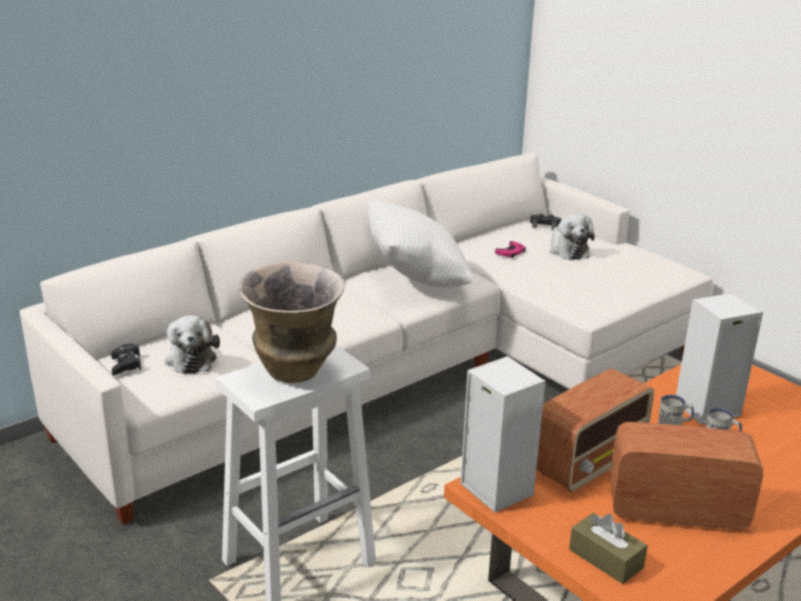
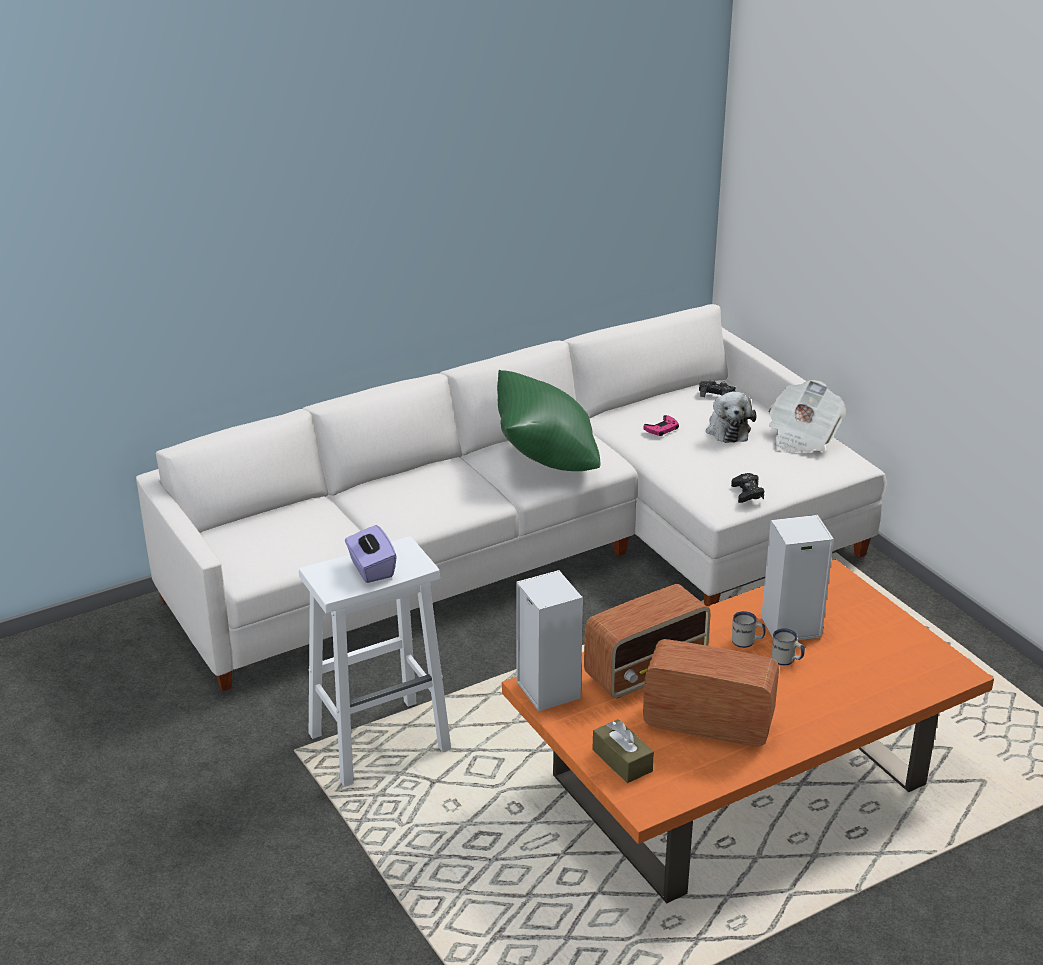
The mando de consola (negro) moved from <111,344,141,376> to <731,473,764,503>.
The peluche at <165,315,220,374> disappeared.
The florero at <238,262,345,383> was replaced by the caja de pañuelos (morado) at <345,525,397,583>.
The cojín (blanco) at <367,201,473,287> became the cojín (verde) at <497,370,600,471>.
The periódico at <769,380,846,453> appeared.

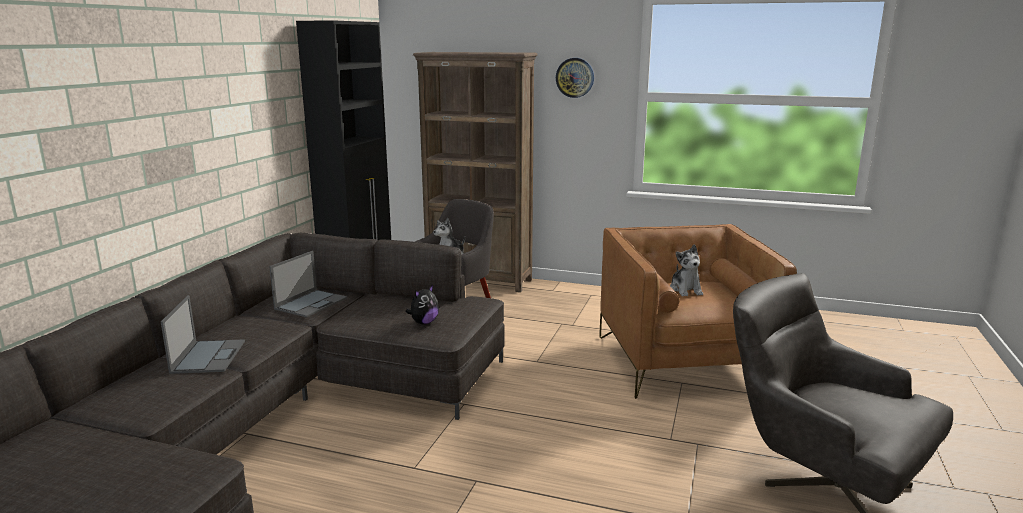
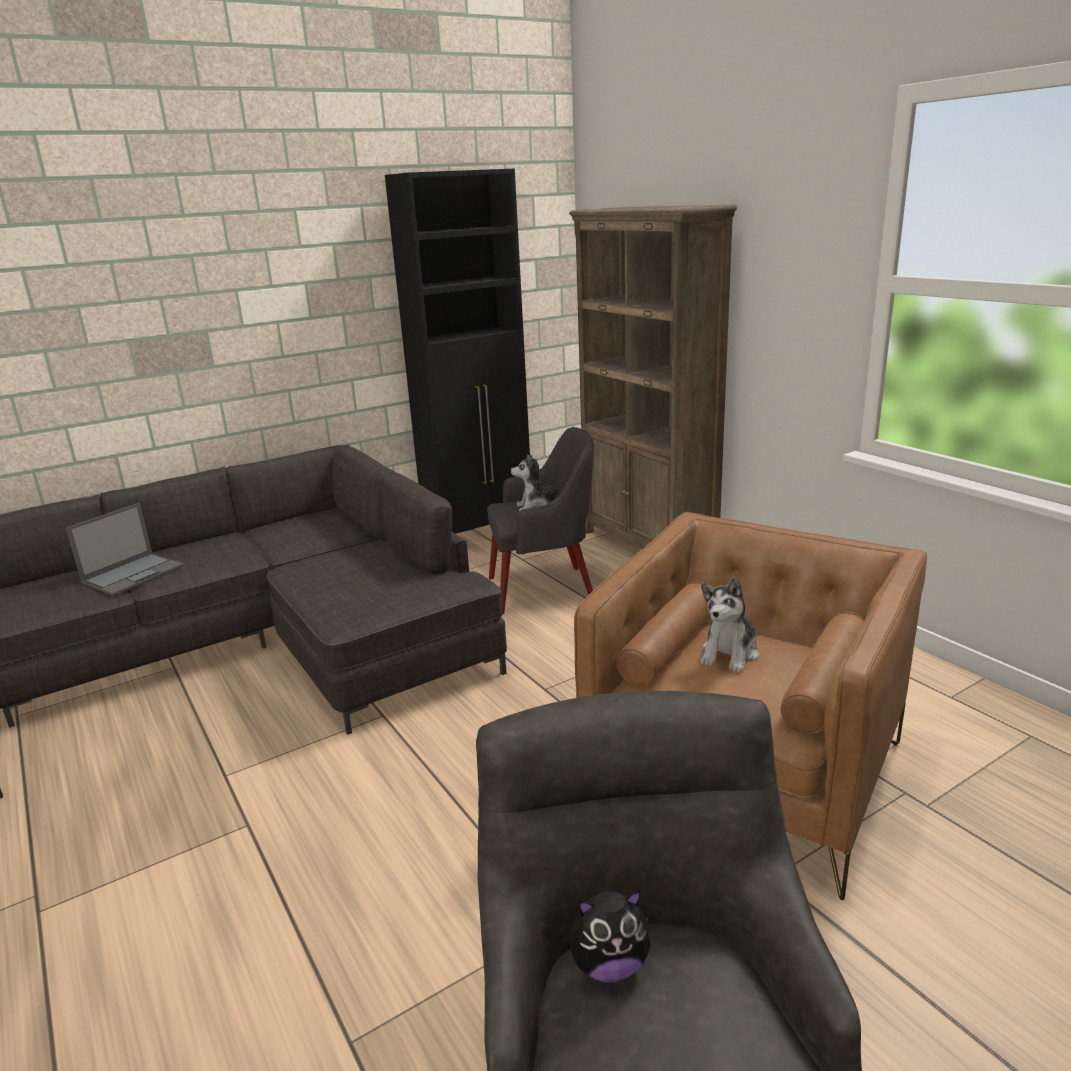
The portátil at <269,251,347,317> disappeared.
The peluche moved from <405,285,439,325> to <570,890,650,983>.
The reloj de pared at <556,58,594,98> disappeared.

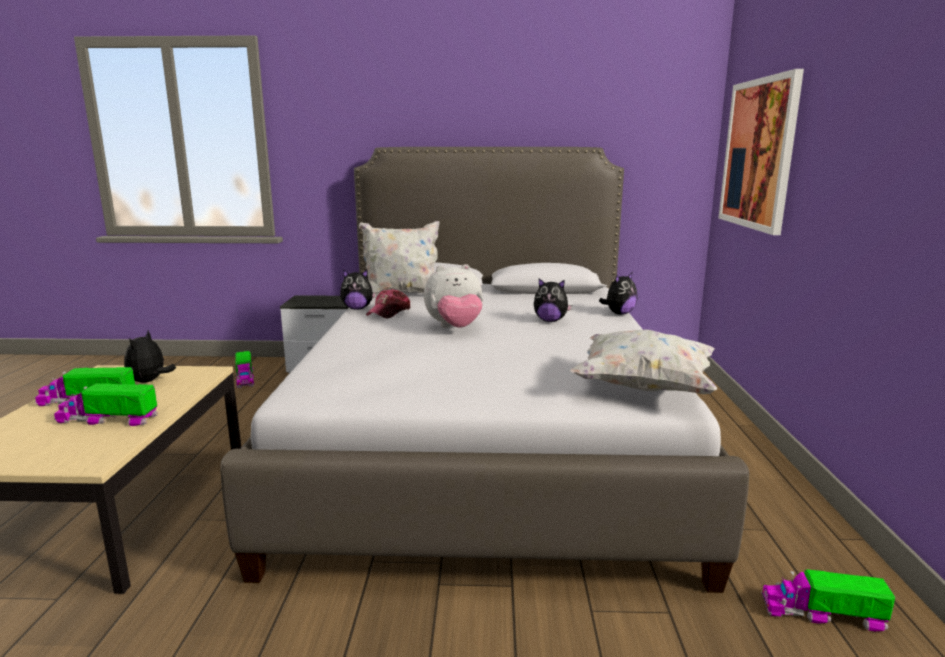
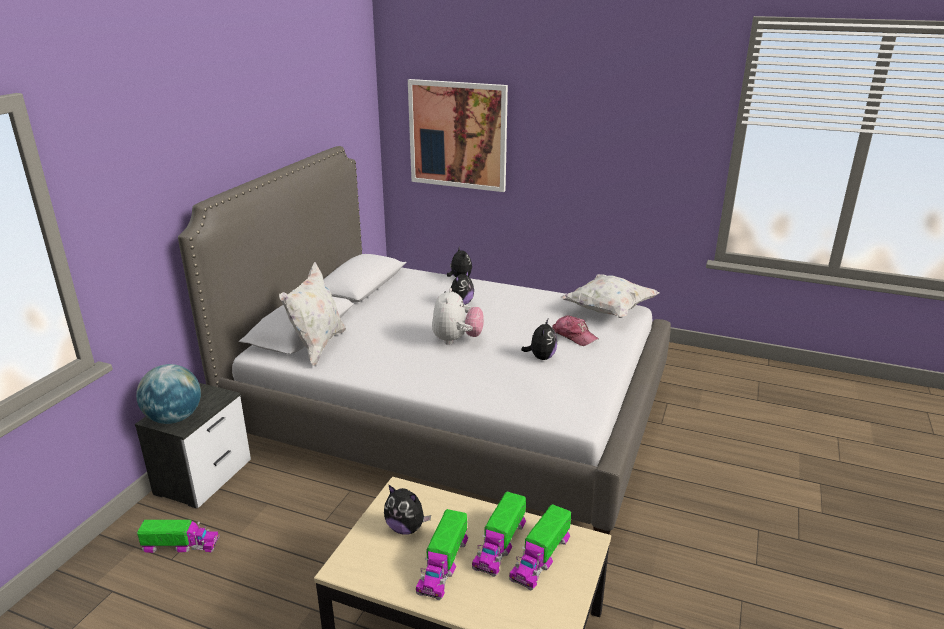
The peluche moved from <340,270,376,309> to <521,319,557,360>.
The gorra moved from <366,289,411,319> to <552,315,599,346>.
The camión de juguete moved from <761,569,895,631> to <509,504,571,590>.
The globo terráqueo at <136,364,201,424> appeared.

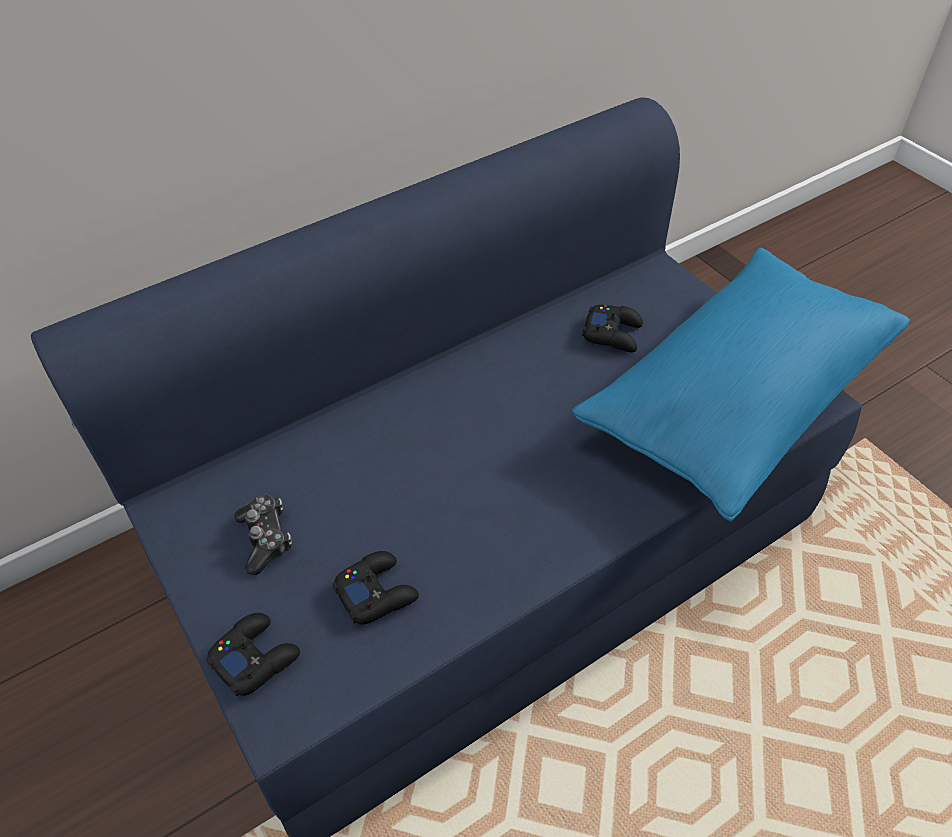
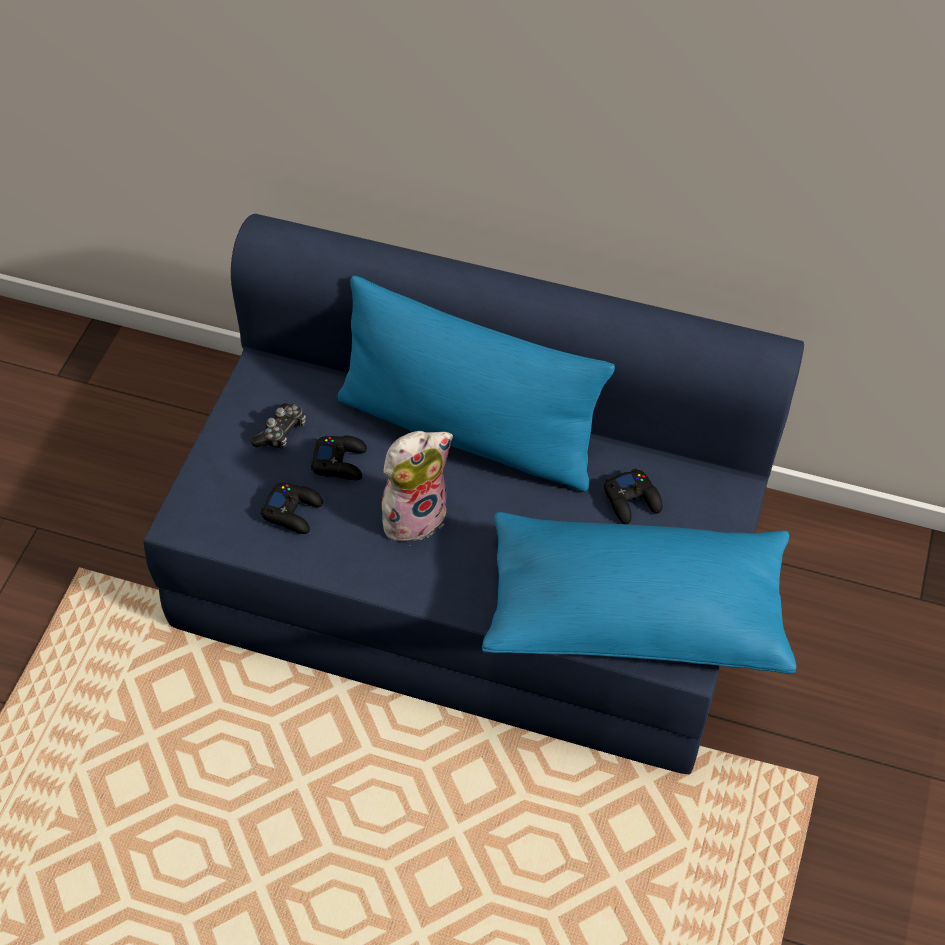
The mando de consola (negro) moved from <206,613,300,696> to <311,436,367,480>.
The cojín (azul) at <338,276,615,492> appeared.
The peluche at <381,431,453,546> appeared.

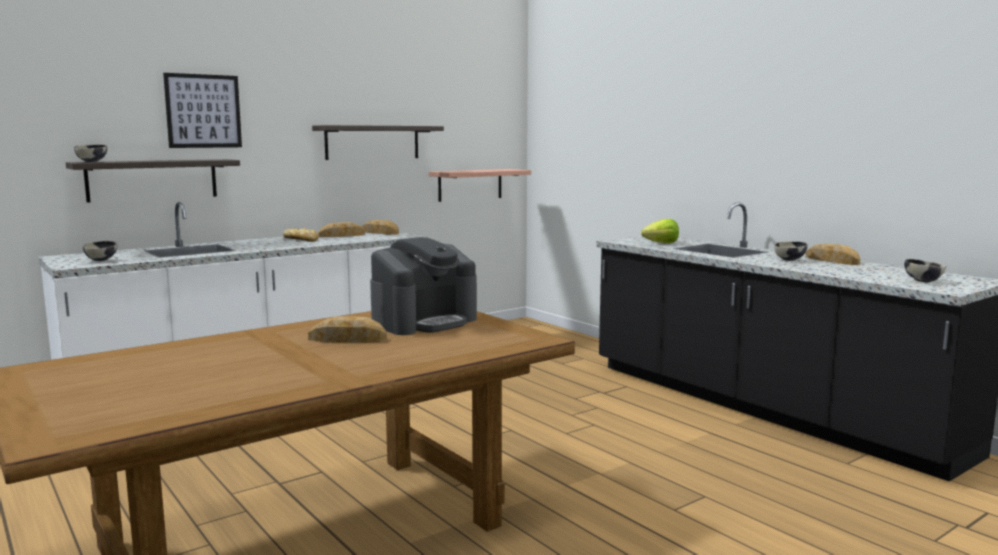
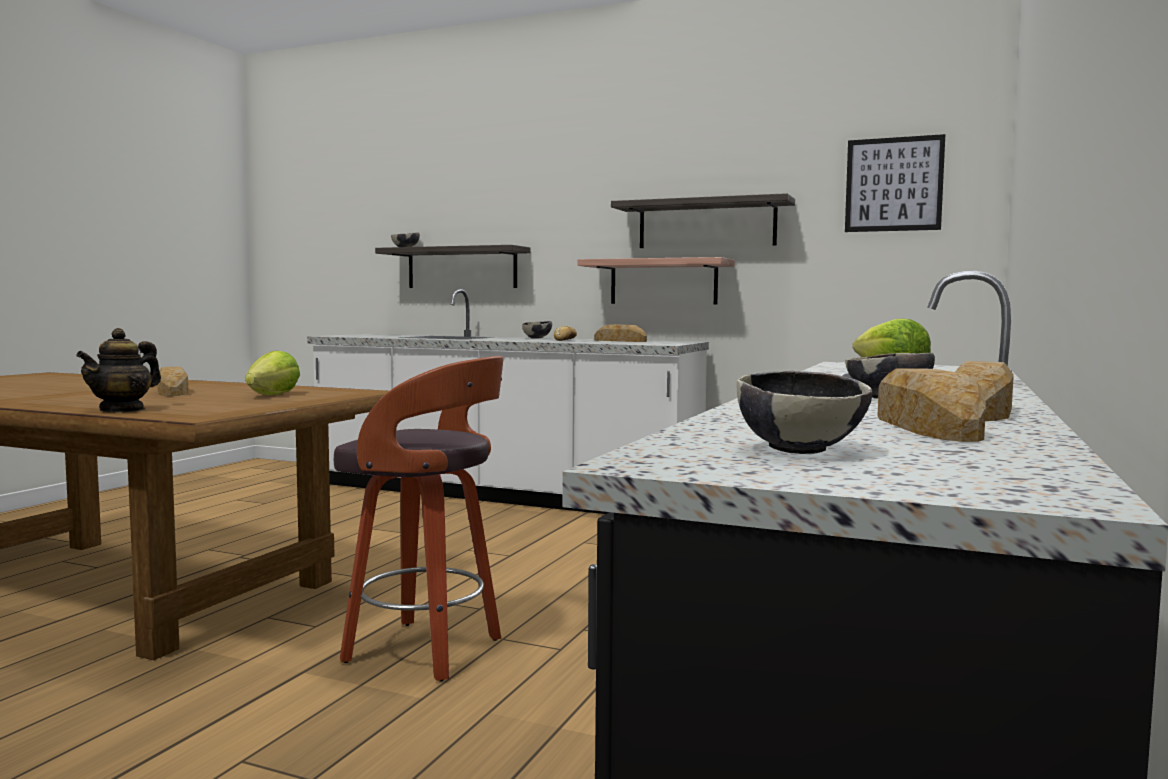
The cuenco moved from <83,241,117,261> to <522,321,552,339>.
The cuadro moved from <163,73,242,148> to <845,134,945,232>.
The pan moved from <362,220,399,235> to <878,368,986,442>.
The cafetera at <370,237,477,335> was replaced by the lechuga at <245,351,300,395>.
The estante moved from <429,169,531,202> to <578,257,735,304>.
The tetera at <76,328,161,413> appeared.
The taburete at <334,356,504,682> appeared.

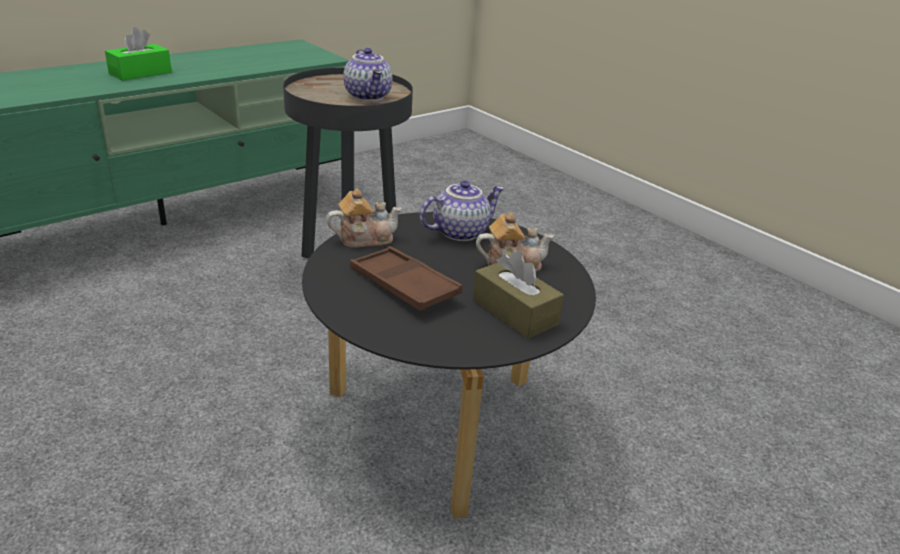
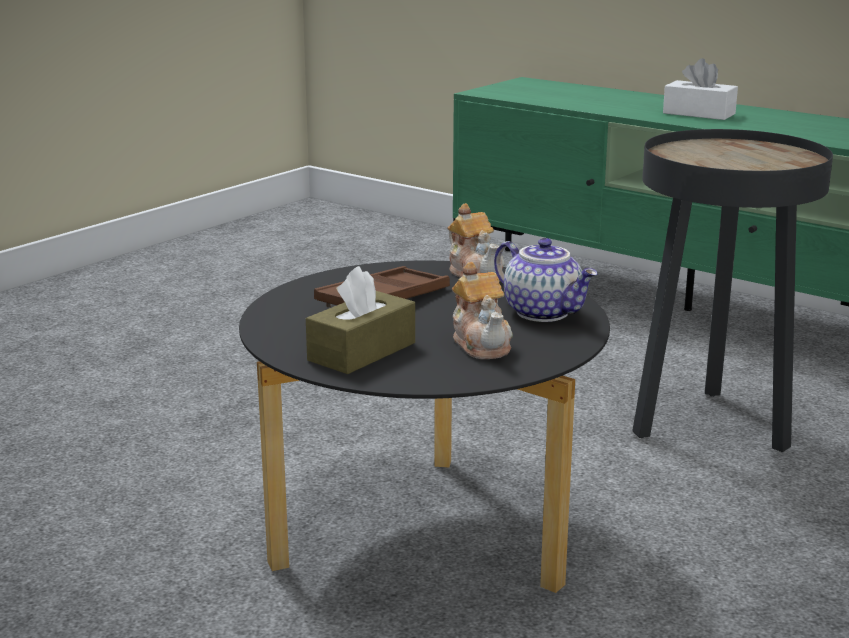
The caja de pañuelos (verde) at <105,27,172,81> became the caja de pañuelos (blanco) at <663,58,738,120>.
The tetera at <343,48,392,101> disappeared.

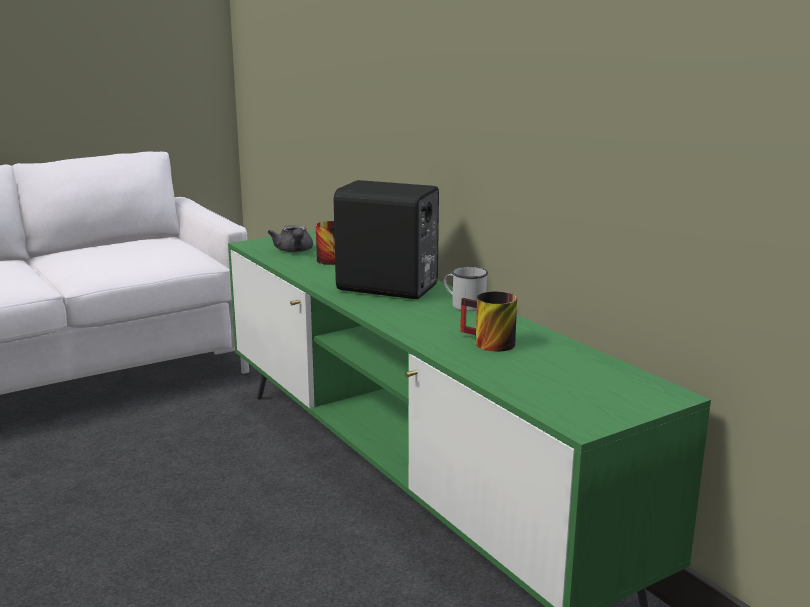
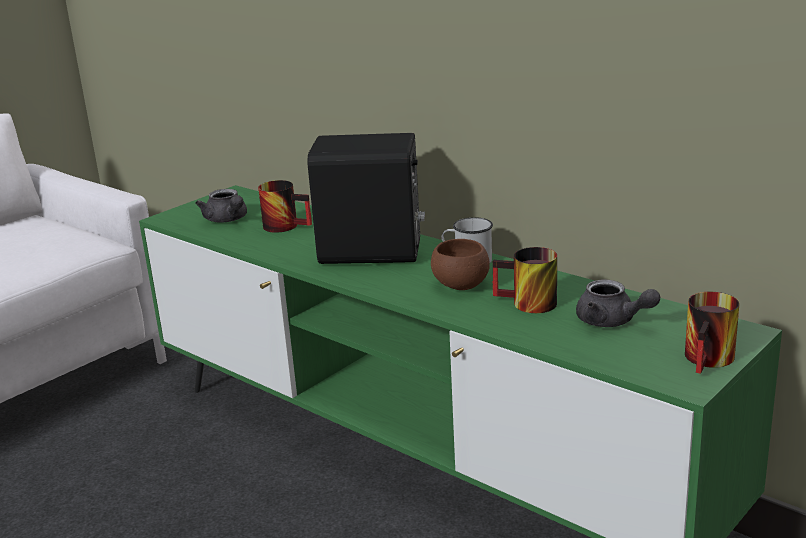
The cuenco (marrón) at <431,239,490,290> appeared.
The tetera (gris) at <576,280,660,327> appeared.
The taza grande at <685,292,740,374> appeared.

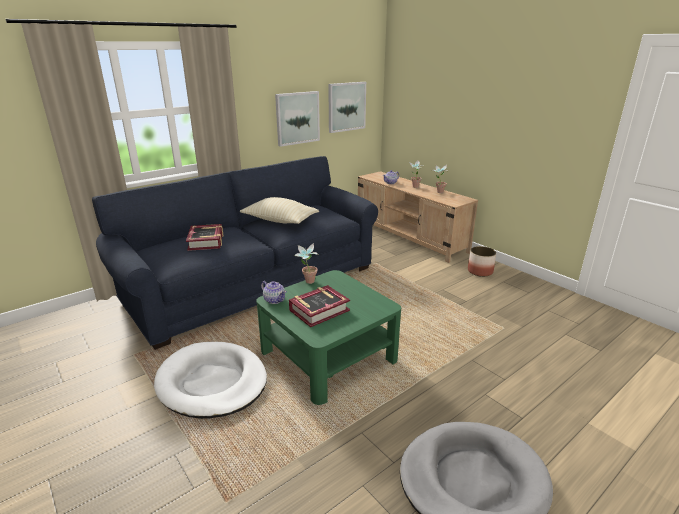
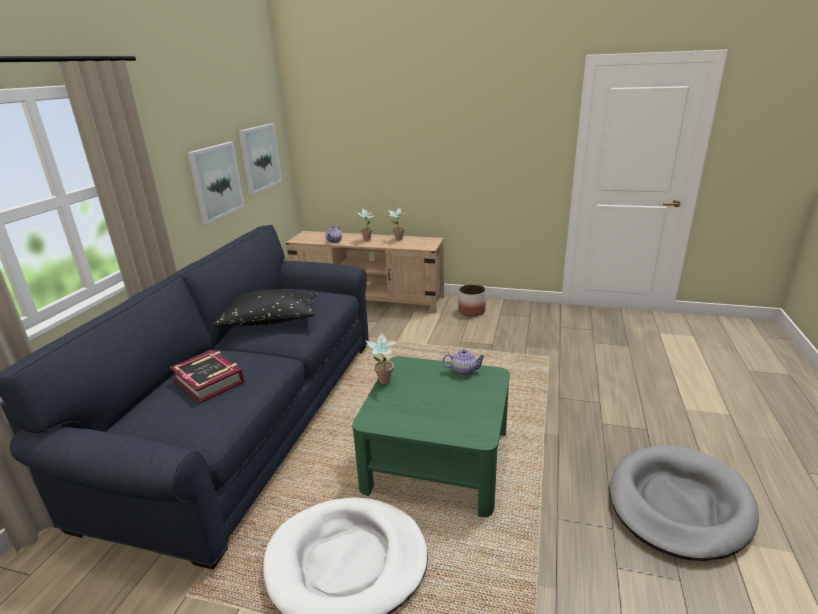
The cojín (beis) at <240,197,319,224> became the cojín (negro) at <213,289,317,326>.
The tetera moved from <261,281,287,304> to <443,349,486,376>.
The libro at <289,285,350,327> disappeared.

